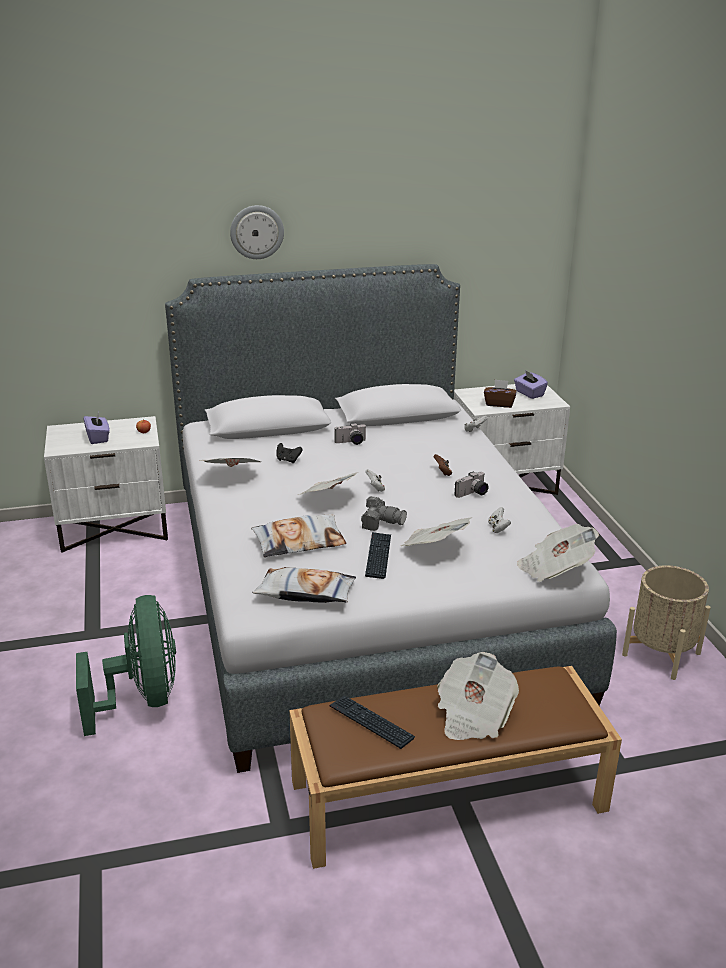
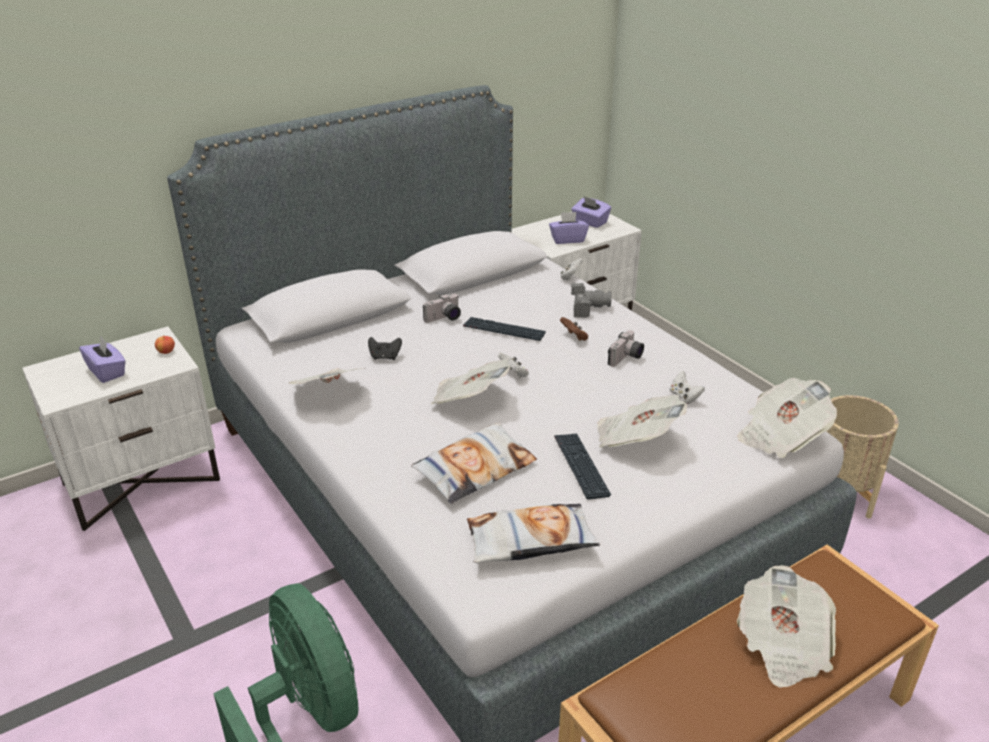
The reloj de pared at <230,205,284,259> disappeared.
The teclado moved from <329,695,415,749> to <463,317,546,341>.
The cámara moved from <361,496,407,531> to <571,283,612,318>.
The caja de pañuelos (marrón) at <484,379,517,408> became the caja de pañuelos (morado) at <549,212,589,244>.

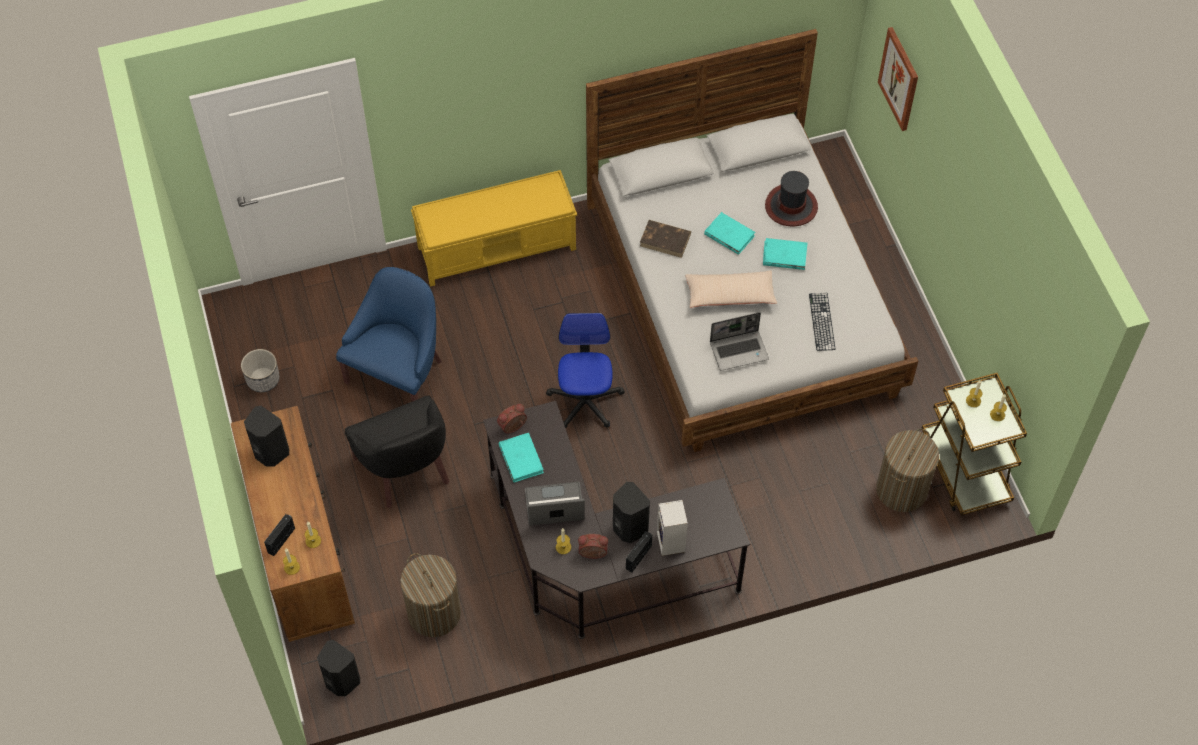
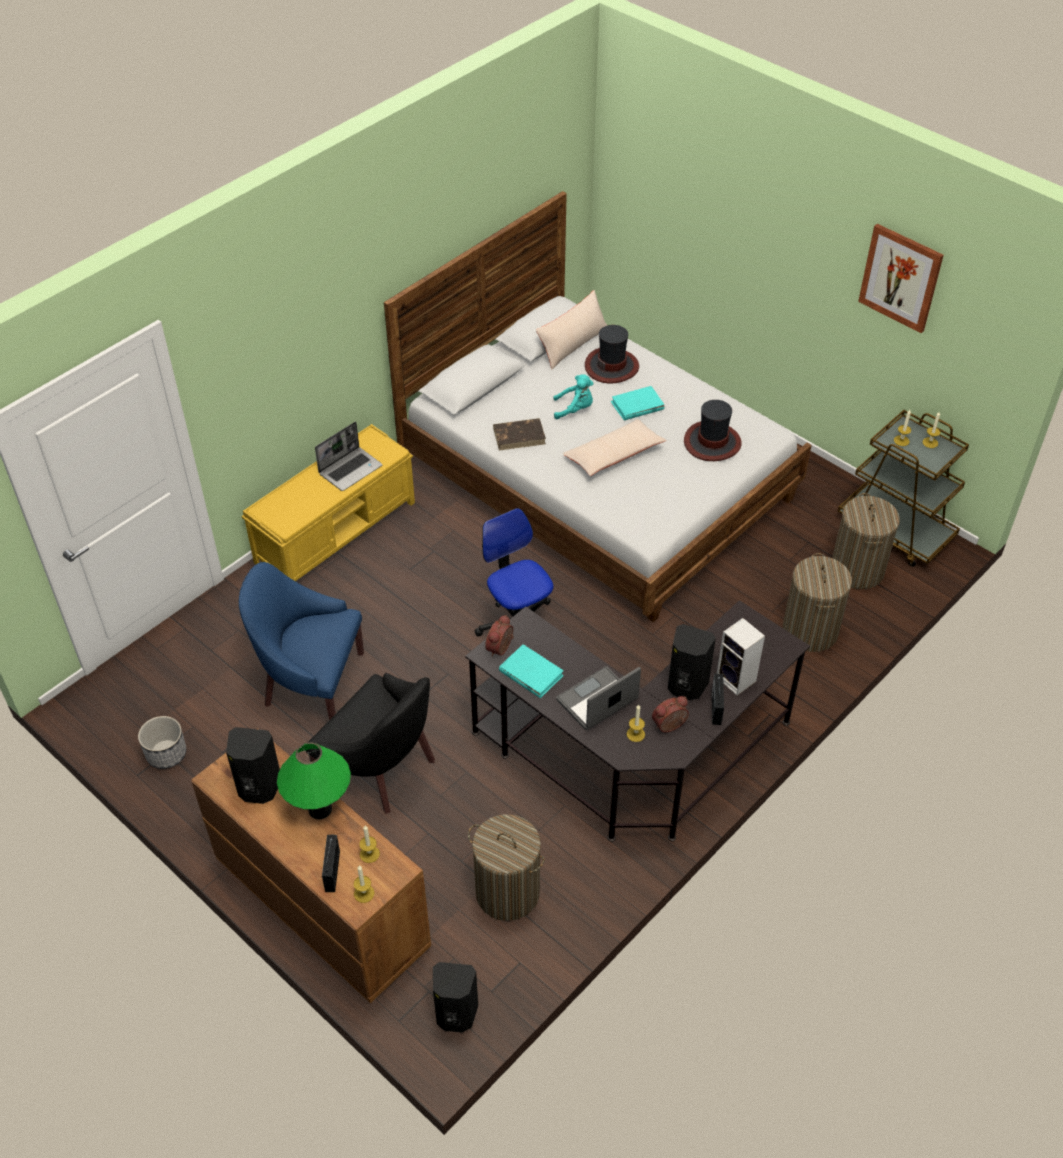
The sillón (azul) at <336,267,442,401> turned 75 degrees counterclockwise.
The libro (turquesa) at <704,212,755,255> was replaced by the peluche (turquesa) at <553,374,593,419>.
The portátil moved from <710,312,769,371> to <315,422,382,491>.
The teclado at <809,293,836,351> was replaced by the sombrero at <684,400,742,461>.
The cuadro moved from <878,27,918,131> to <858,224,944,333>.
The lámpara de mesa (verde) at <277,743,351,819> appeared.
The cojín (beis) at <536,290,607,370> appeared.
The cesto de la ropa at <783,553,852,652> appeared.

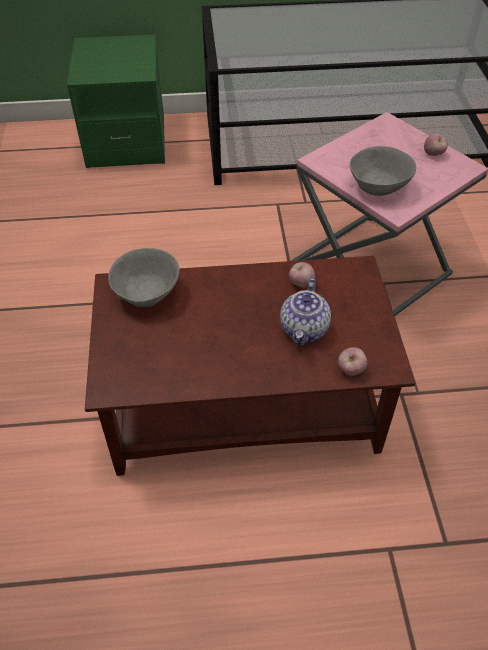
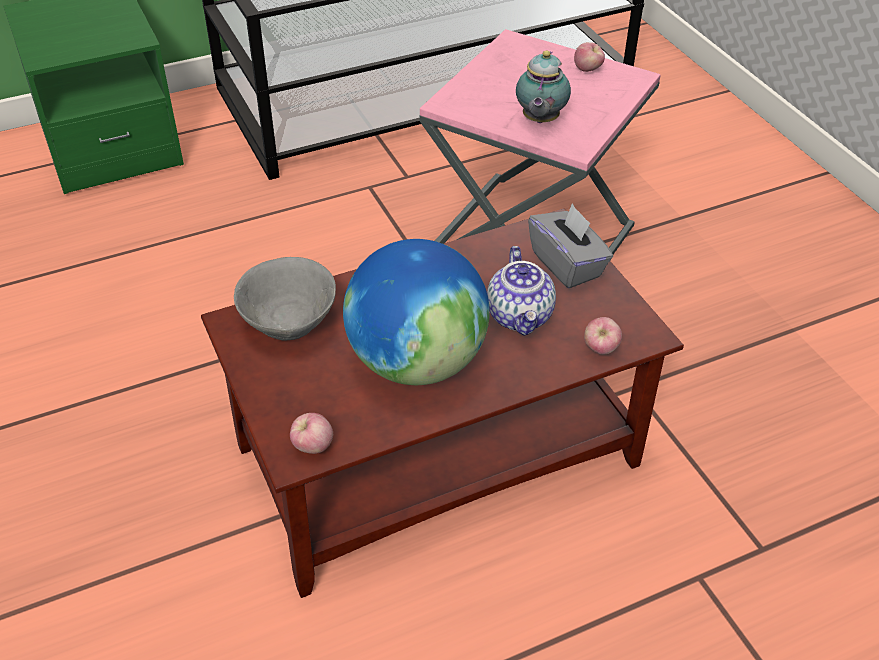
The manzana moved from <289,262,315,288> to <290,413,333,454>.
The cuenco (gris) at <350,146,416,196> was replaced by the tetera at <516,51,571,123>.
The globo terráqueo at <343,239,490,385> appeared.
The caja de pañuelos (gris) at <528,203,613,288> appeared.

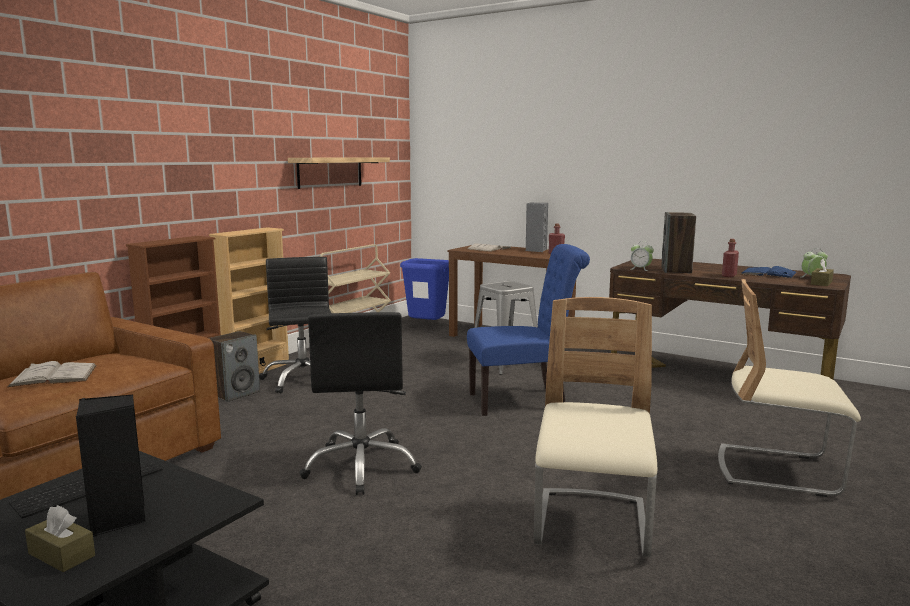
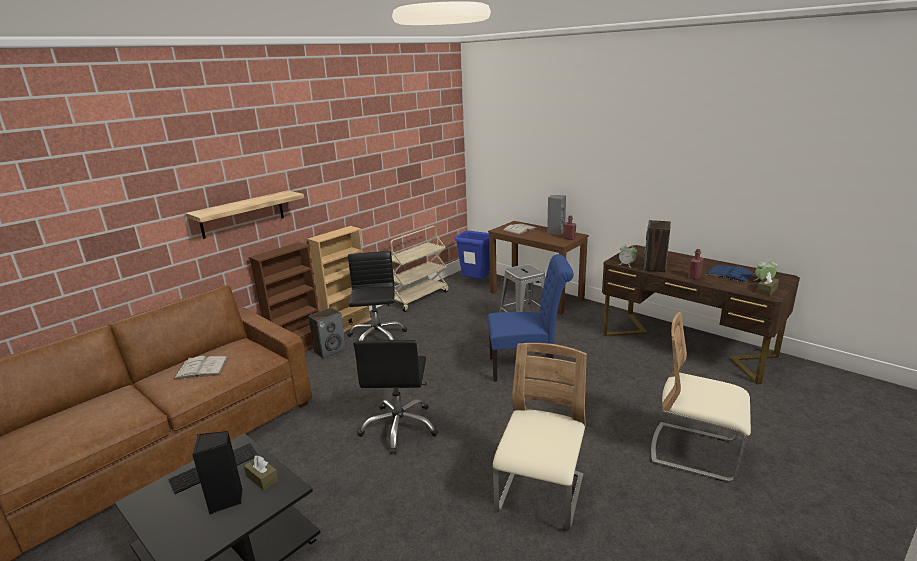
The caja de pañuelos (marrón) moved from <25,505,95,572> to <244,455,279,490>.
The estante moved from <288,157,390,189> to <186,191,304,239>.

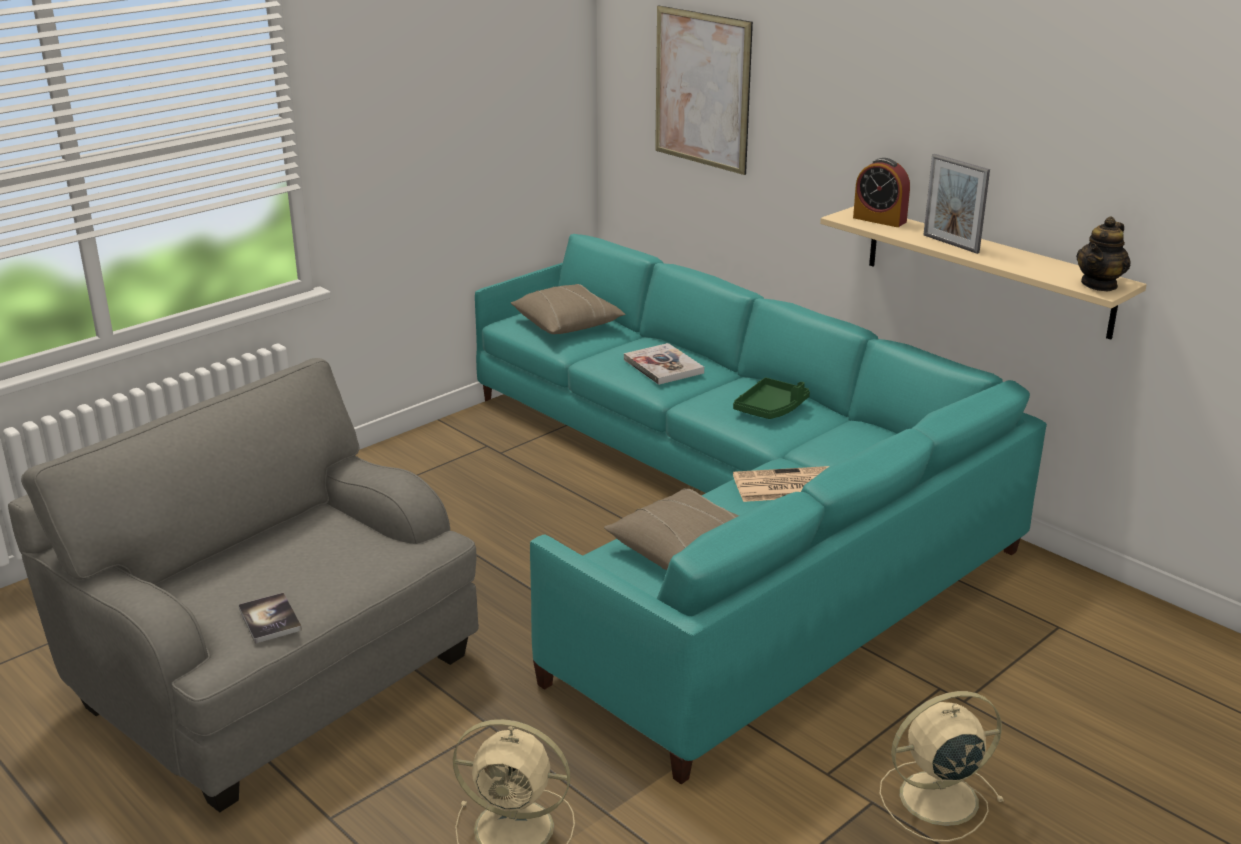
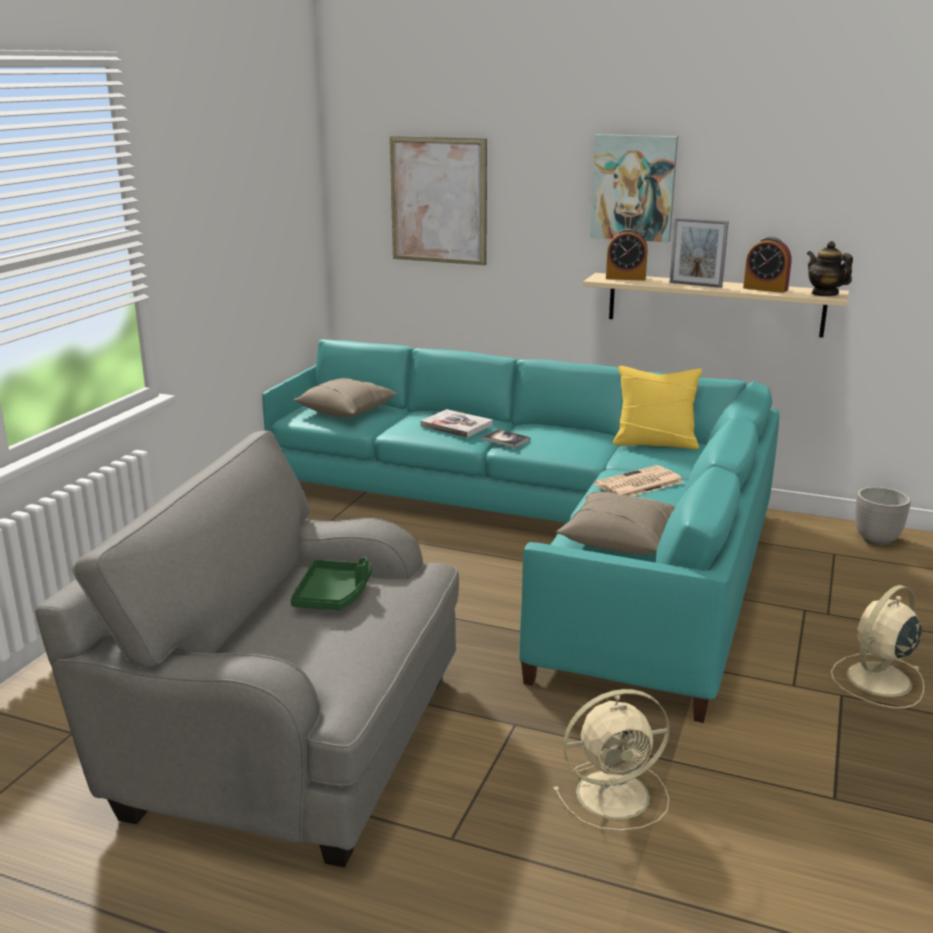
The libro moved from <238,593,302,644> to <482,429,530,448>.
The bandeja (verde) moved from <733,378,810,419> to <291,557,372,610>.
The tetera at <1076,217,1131,292> turned 135 degrees clockwise.
The cuadro at <590,134,678,242> appeared.
The cojín (amarillo) at <613,366,702,449> appeared.
The despertador at <743,237,792,293> appeared.
The maceta at <855,487,911,546> appeared.

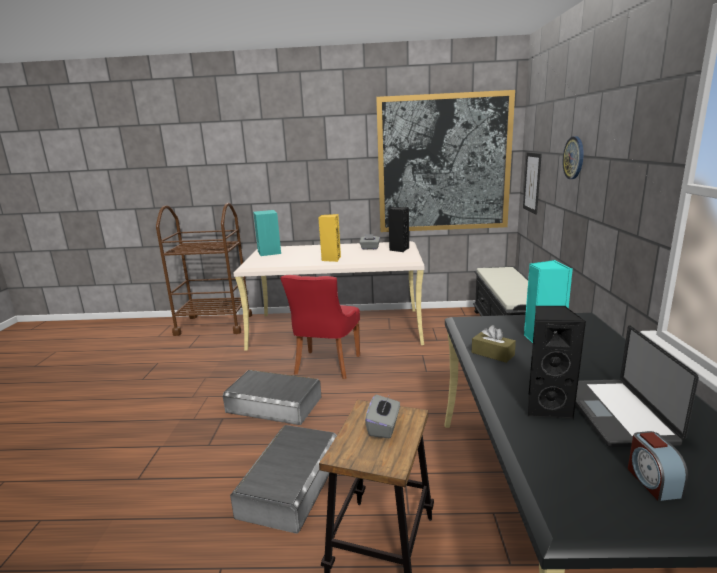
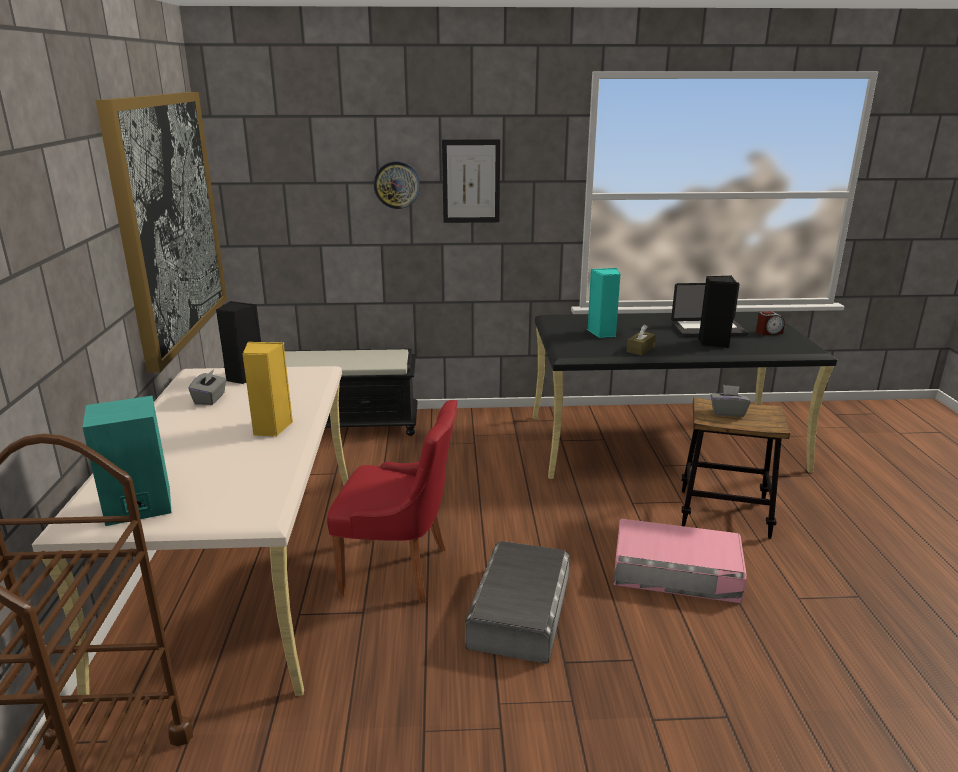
The caja de almacenaje (gris) at <230,425,337,534> became the caja de almacenaje (rosa) at <613,519,746,603>.
The cuadro moved from <523,152,542,214> to <442,139,500,223>.

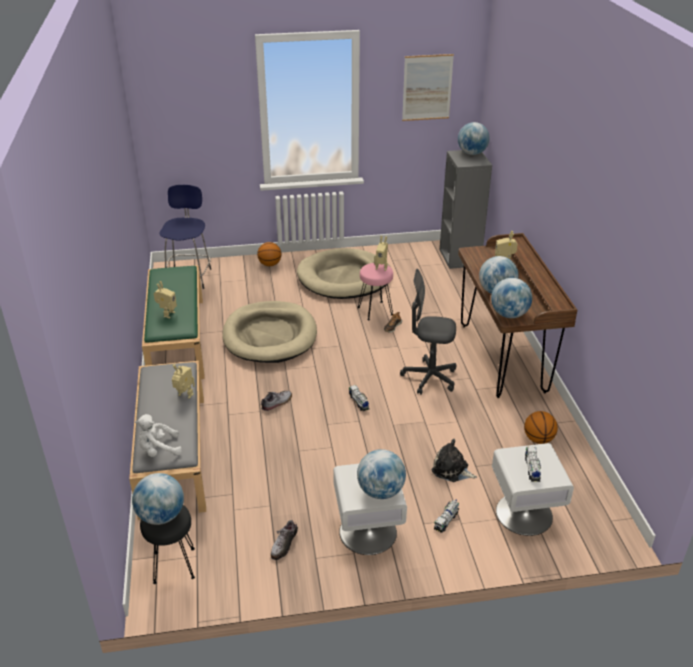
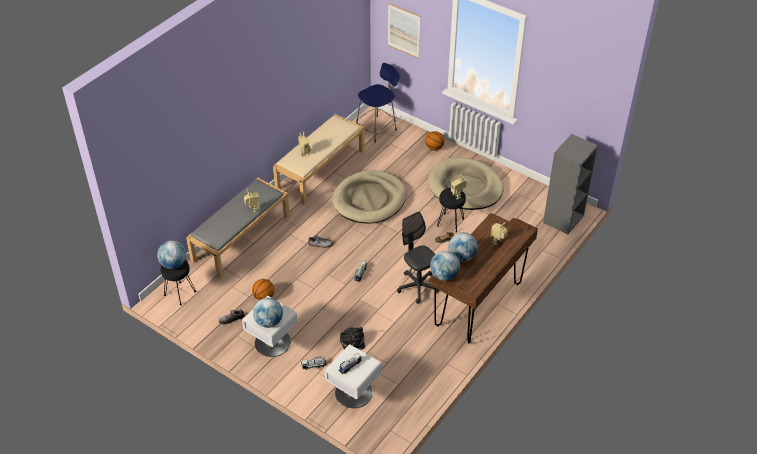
The peluche (blanco) at <135,414,182,457> disappeared.
The banco (verde) at <142,265,205,379> became the banco (beis) at <273,114,365,205>.
The taburete (rosa) at <358,263,393,320> became the taburete (negro) at <437,188,466,233>.
The cuadro moved from <402,54,454,121> to <388,3,420,59>.
The globo terráqueo at <458,122,490,155> disappeared.
The balón de baloncesto moved from <524,411,558,444> to <252,279,274,300>.

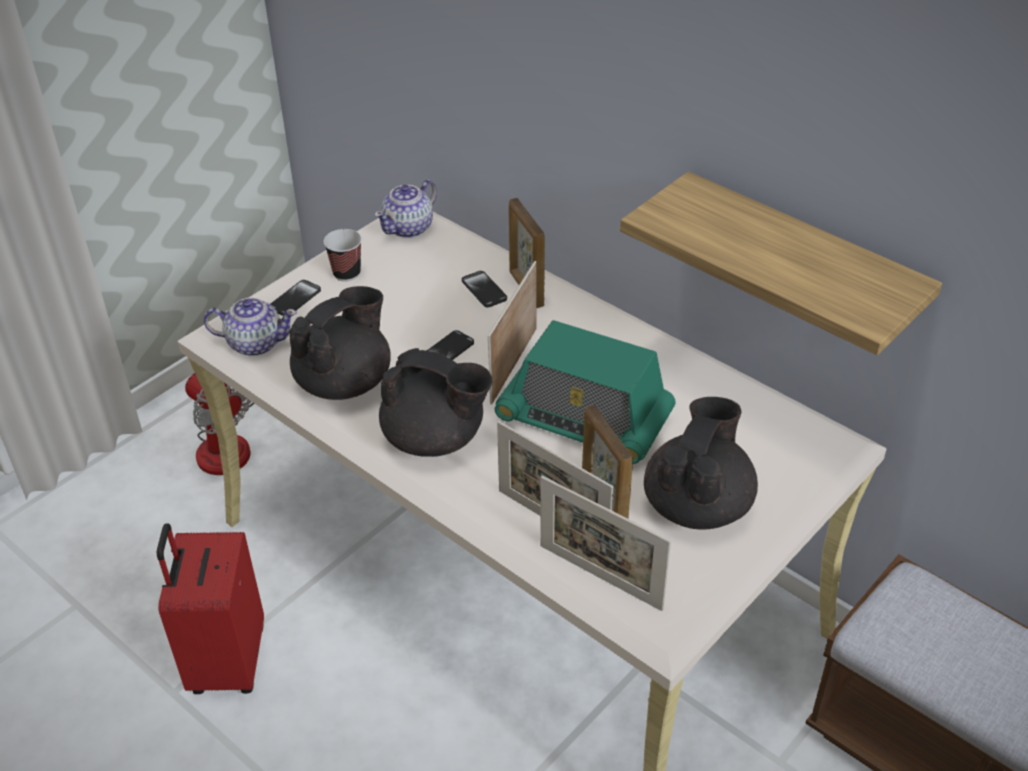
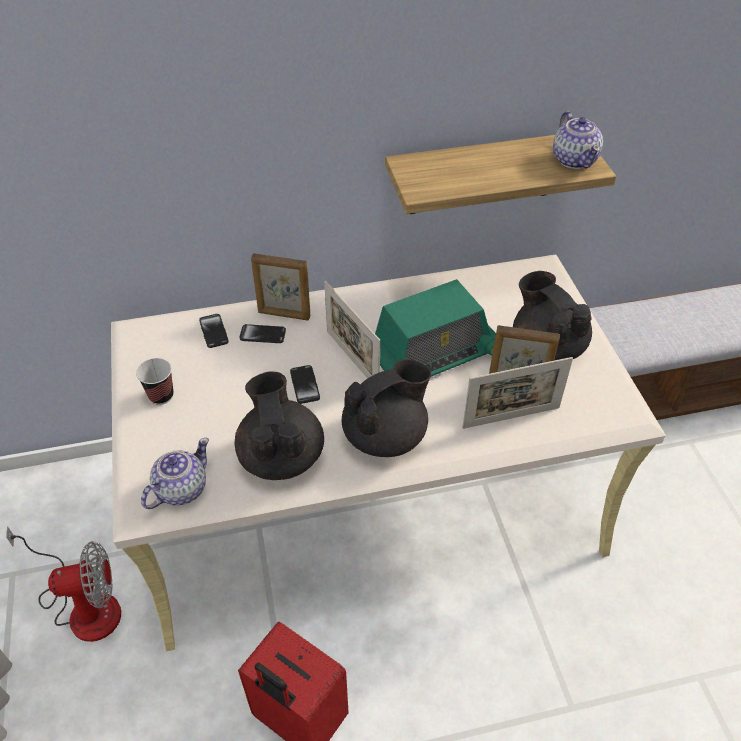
The móvil moved from <271,280,321,316> to <199,314,229,348>.
The tetera moved from <374,179,437,238> to <553,111,603,169>.
The portarretratos at <540,476,671,611> disappeared.

